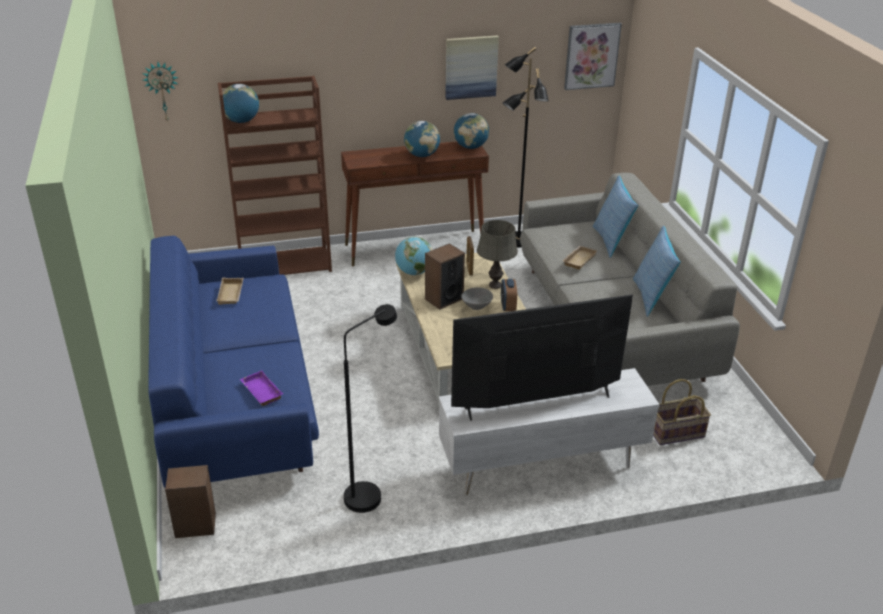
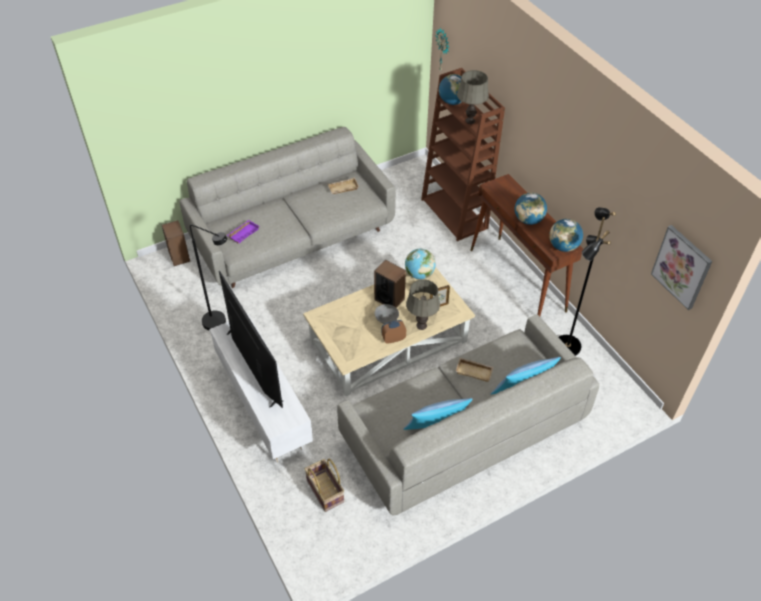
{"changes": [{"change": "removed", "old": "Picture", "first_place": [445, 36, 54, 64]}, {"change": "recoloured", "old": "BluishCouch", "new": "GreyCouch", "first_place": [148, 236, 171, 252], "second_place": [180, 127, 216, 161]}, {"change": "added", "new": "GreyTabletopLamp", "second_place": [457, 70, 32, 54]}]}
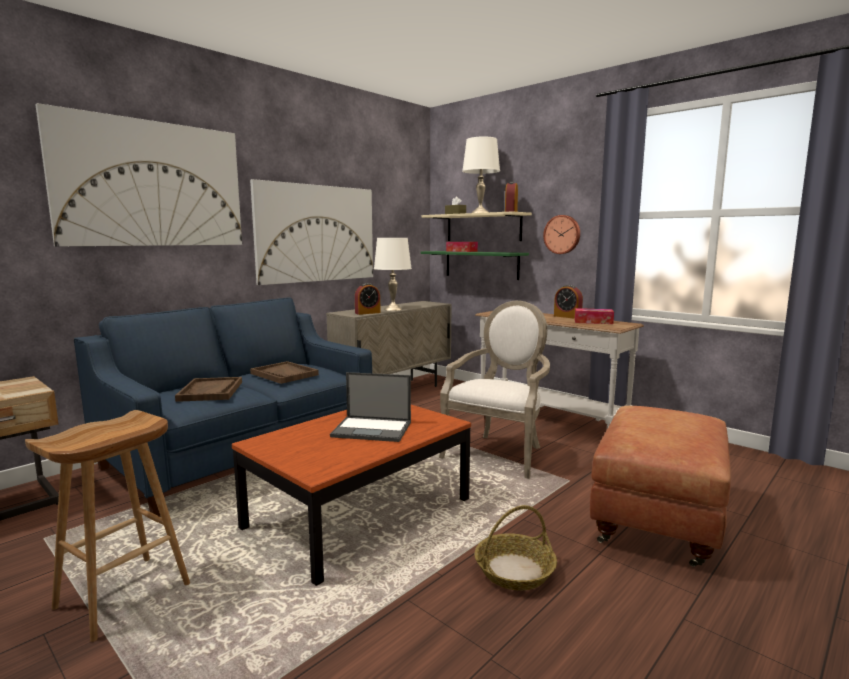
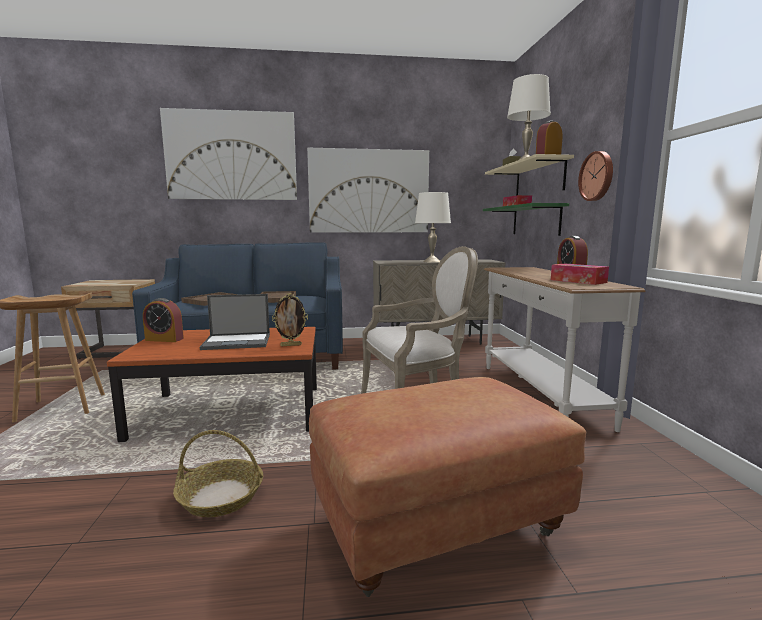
{"changes": [{"change": "moved", "old": "TableClock", "first_place": [355, 283, 26, 32], "second_place": [143, 298, 41, 44]}, {"change": "turned", "old": "PortableComputer", "first_place": [330, 372, 81, 70], "second_place": [200, 294, 70, 56], "degrees": -60}, {"change": "added", "new": "PhotoFrame", "second_place": [272, 293, 36, 53]}]}
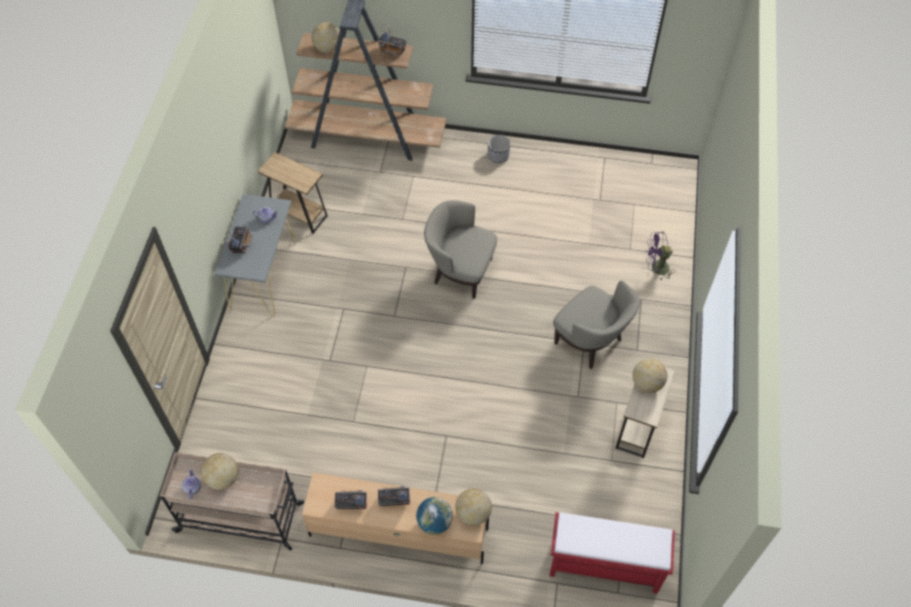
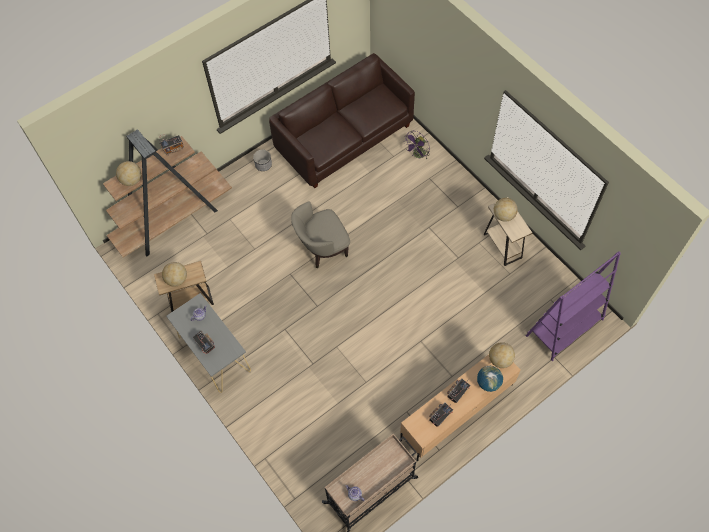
{"changes": [{"change": "removed", "old": "BeigeArmchair", "first_place": [553, 280, 87, 89]}, {"change": "moved", "old": "DeskGlobe", "first_place": [201, 453, 37, 37], "second_place": [162, 262, 25, 24]}, {"change": "replaced", "old": "RedLongSeat", "new": "PurplishShelvingUnit", "first_place": [550, 512, 125, 82], "second_place": [526, 252, 95, 109]}, {"change": "added", "new": "BrownColouredCouch", "second_place": [269, 53, 146, 135]}]}
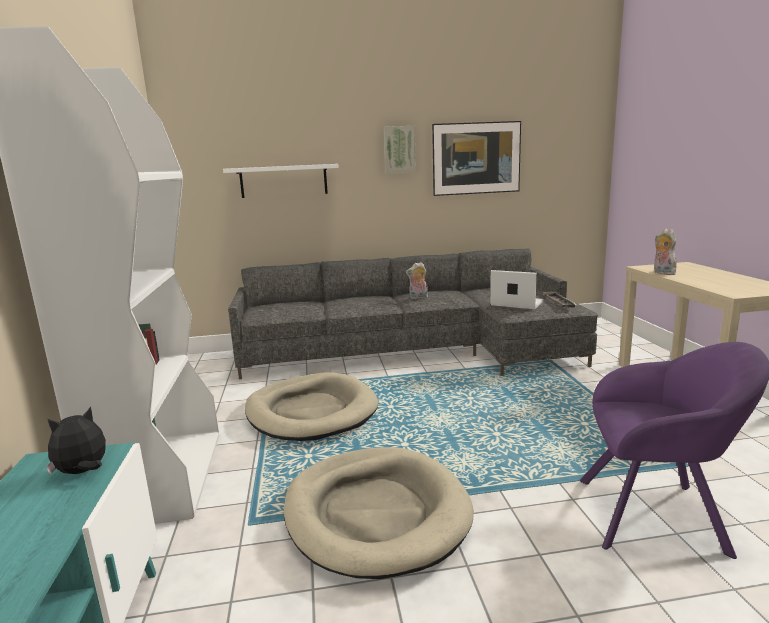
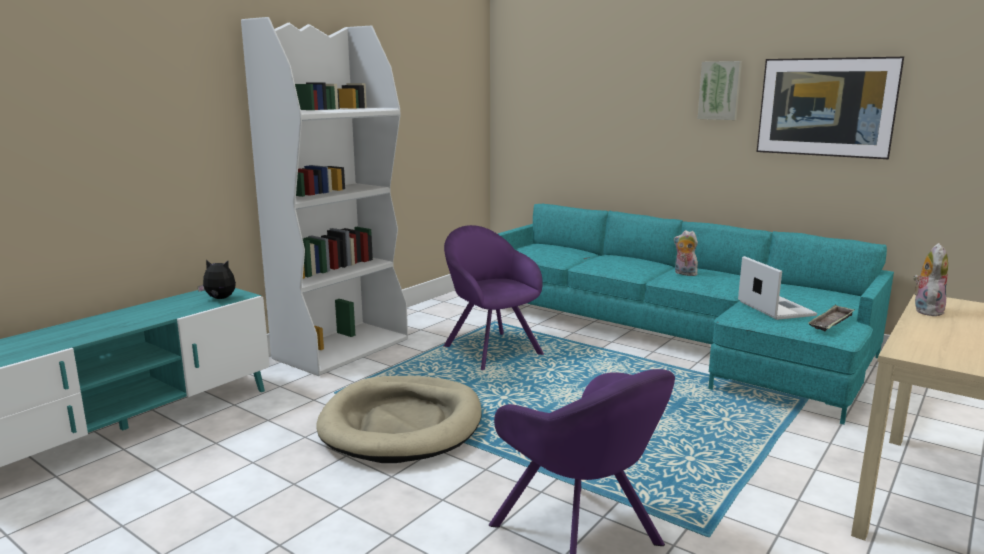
{"changes": [{"change": "removed", "old": "WhiteColouredShelf", "first_place": [223, 164, 116, 34]}, {"change": "recoloured", "old": "GreyCouch", "new": "TurquoiseColouredCouch", "first_place": [228, 248, 370, 131], "second_place": [498, 204, 396, 221]}, {"change": "replaced", "old": "BeigeDogCushion", "new": "PurplishArmchair", "first_place": [245, 372, 133, 69], "second_place": [444, 225, 100, 145]}]}
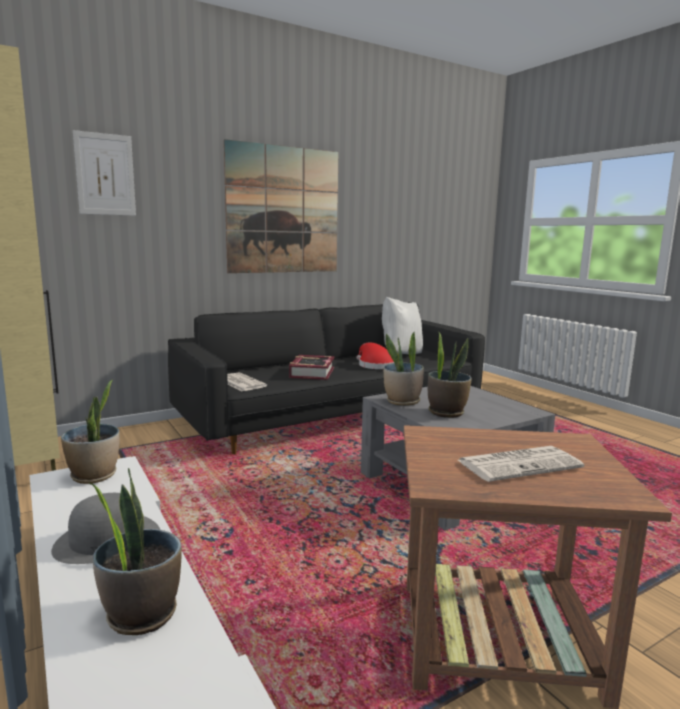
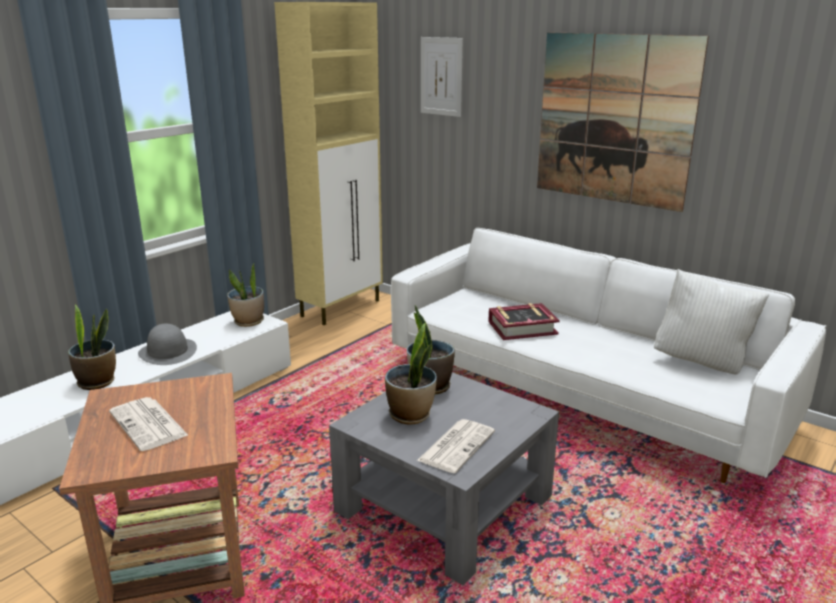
{"changes": [{"change": "recoloured", "old": "BlackColouredCouch", "new": "WhiteColouredCouch", "first_place": [168, 302, 317, 152], "second_place": [391, 228, 435, 255]}, {"change": "removed", "old": "RedWearableHat", "first_place": [357, 343, 37, 26]}, {"change": "moved", "old": "PrintedPaper", "first_place": [227, 373, 40, 19], "second_place": [417, 419, 78, 54]}]}
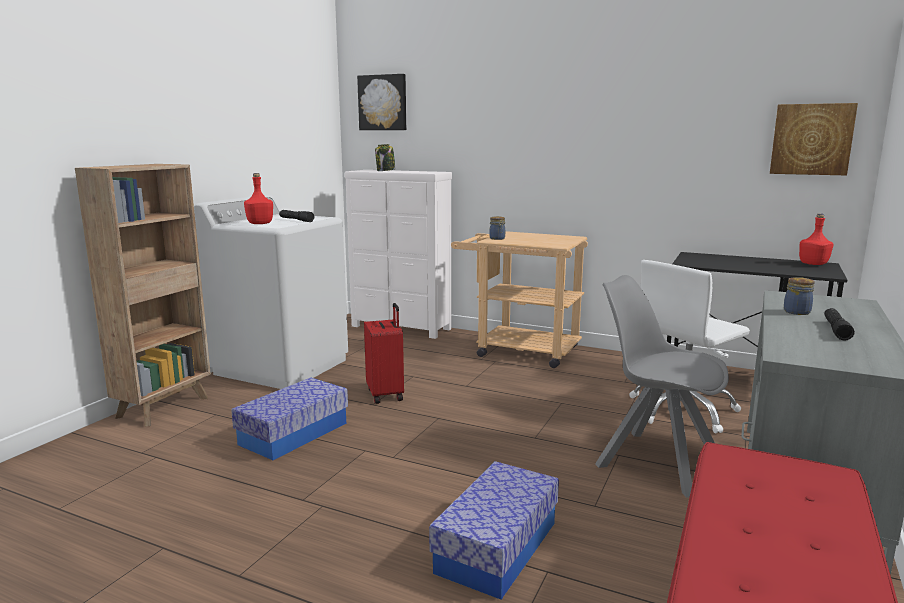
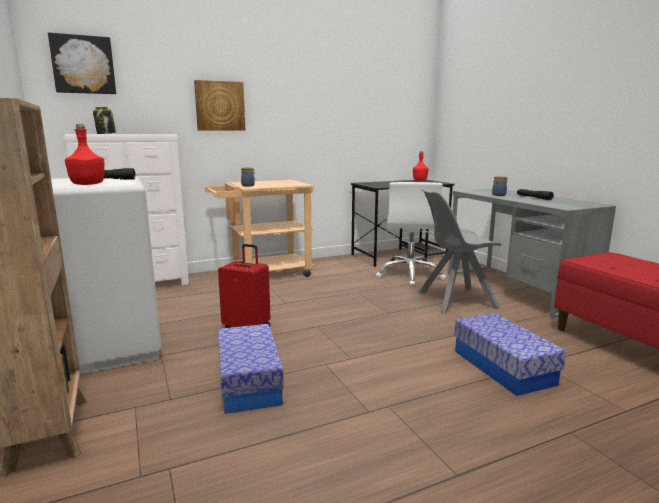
{"changes": [{"change": "moved", "old": "Picture", "first_place": [770, 103, 88, 72], "second_place": [194, 80, 51, 50]}]}
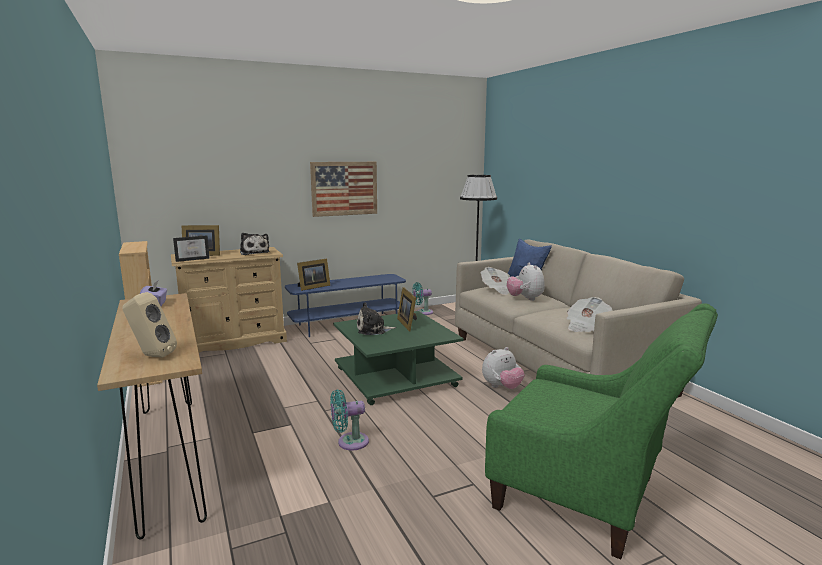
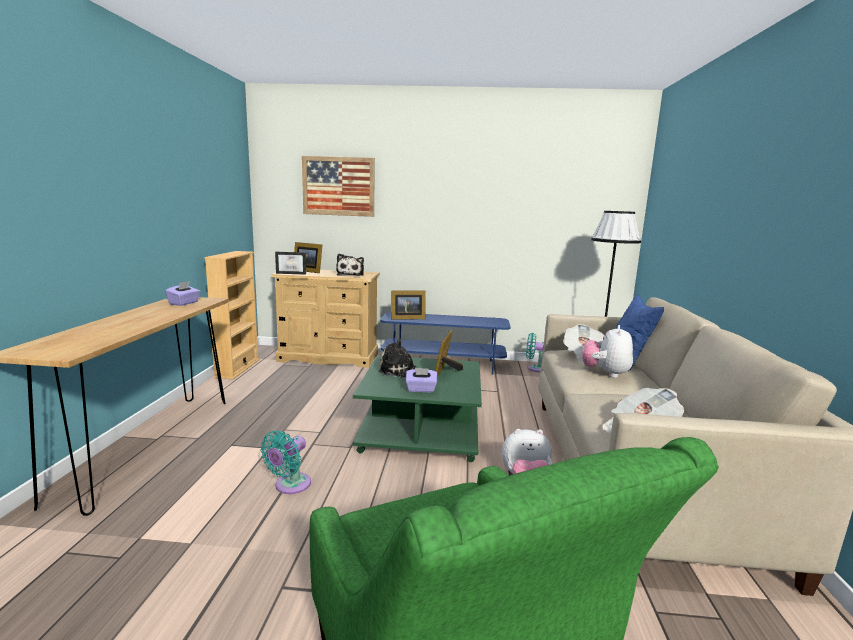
{"changes": [{"change": "moved", "old": "Picture", "first_place": [310, 162, 67, 55], "second_place": [302, 156, 73, 61]}, {"change": "removed", "old": "BeigeAudioSpeaker", "first_place": [122, 292, 55, 66]}, {"change": "turned", "old": "TurquoiseColouredElectricFan", "first_place": [330, 390, 39, 60], "second_place": [260, 430, 51, 64], "degrees": -75}, {"change": "added", "new": "PurplishTissueBox", "second_place": [406, 368, 31, 25]}]}
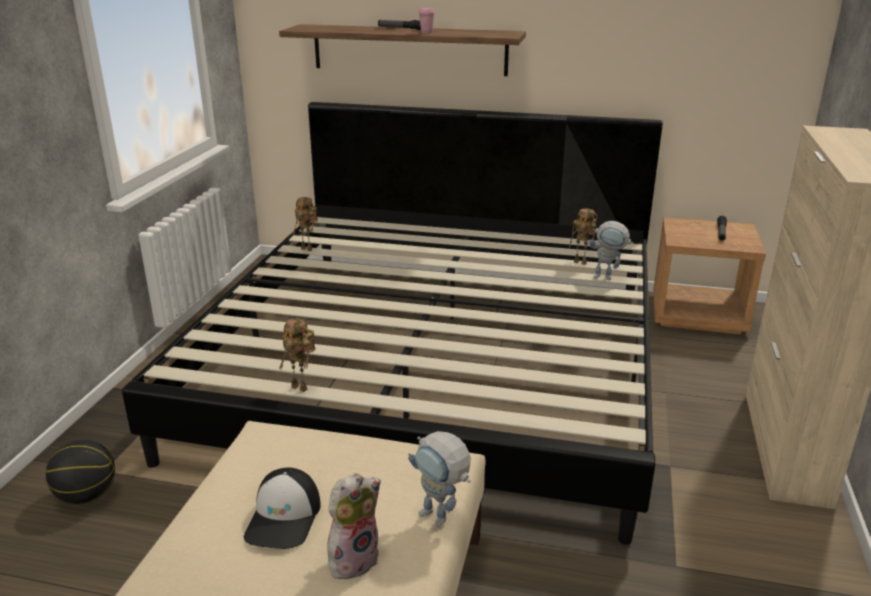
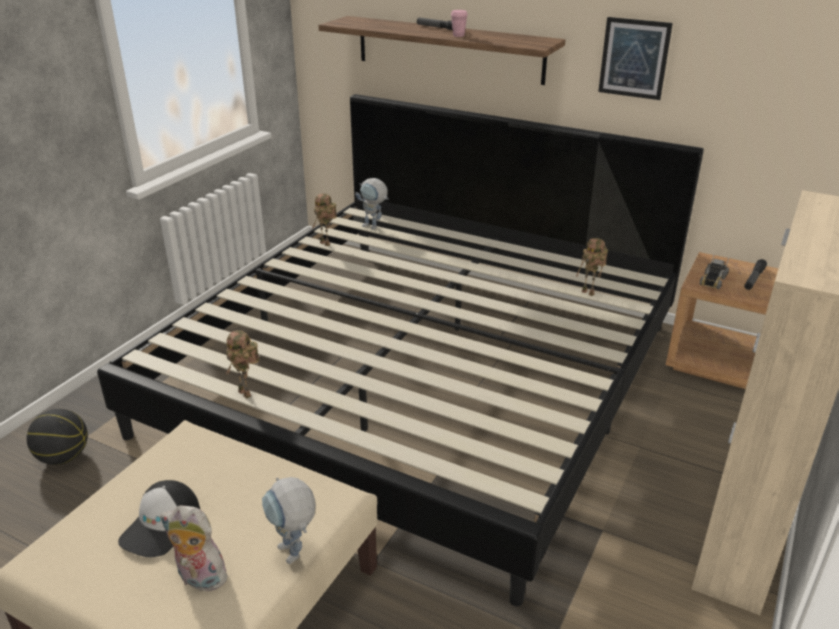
{"changes": [{"change": "moved", "old": "RobotFigure", "first_place": [589, 221, 44, 59], "second_place": [356, 178, 33, 52]}, {"change": "turned", "old": "SoftToy", "first_place": [327, 473, 54, 109], "second_place": [160, 505, 67, 86], "degrees": -135}, {"change": "added", "new": "Picture", "second_place": [598, 17, 75, 83]}, {"change": "added", "new": "ToyTruck", "second_place": [700, 255, 29, 34]}]}
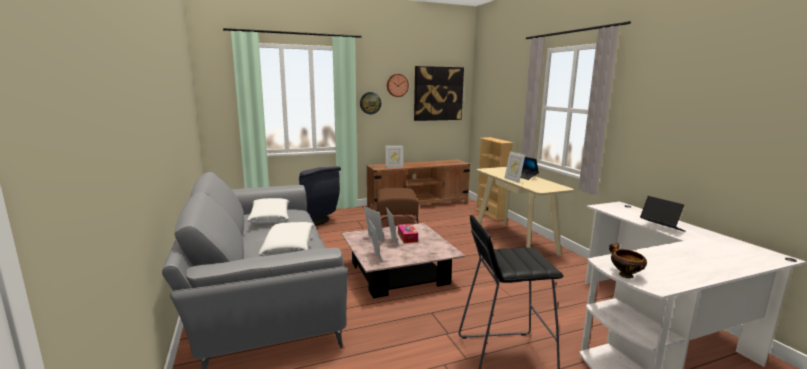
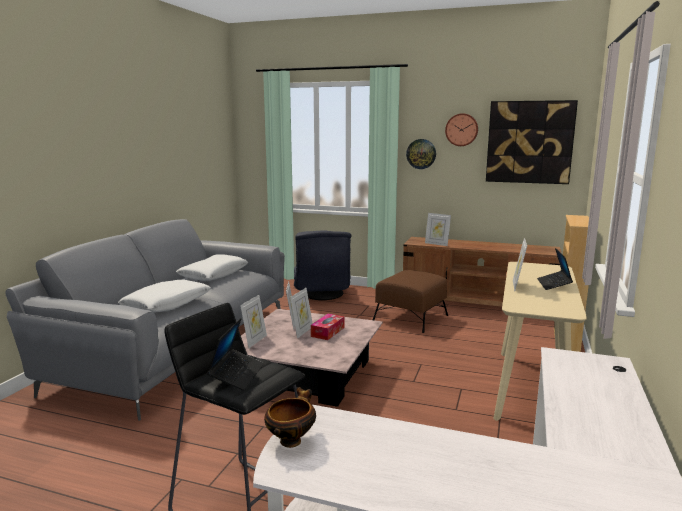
{"changes": [{"change": "moved", "old": "PortableComputer", "first_place": [640, 196, 46, 36], "second_place": [207, 318, 57, 73]}]}
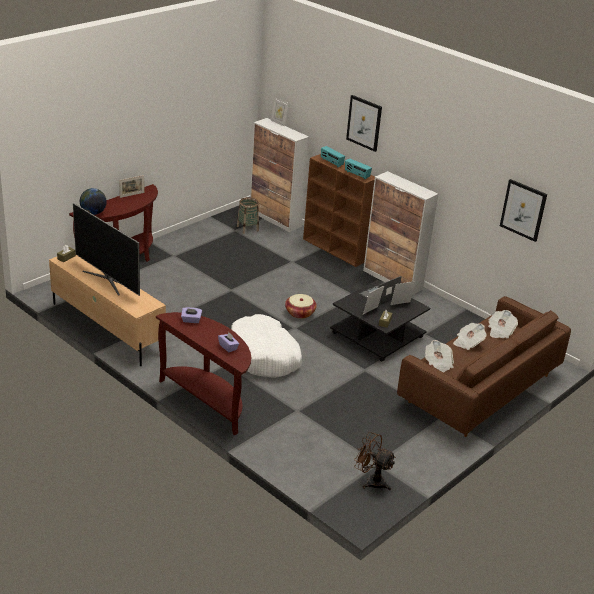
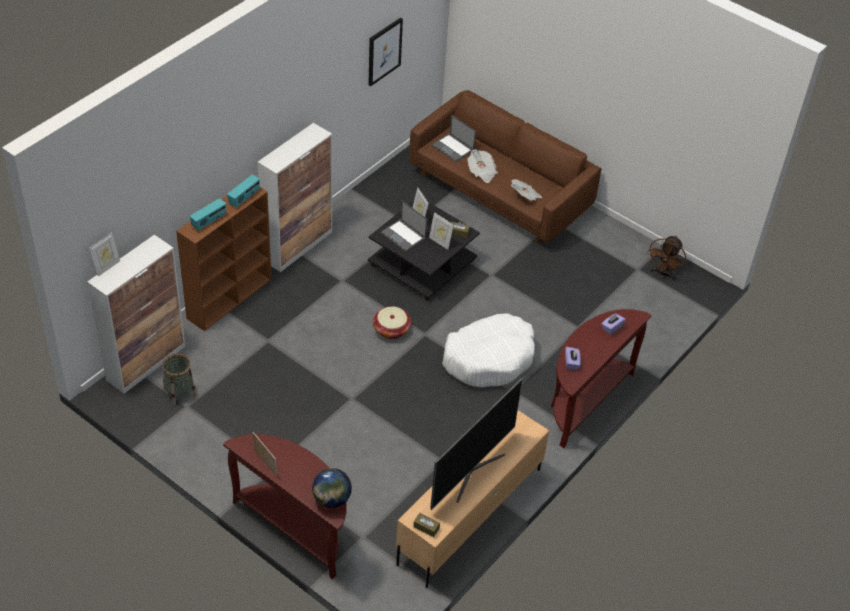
{"changes": [{"change": "removed", "old": "Picture", "first_place": [346, 95, 36, 57]}, {"change": "replaced", "old": "PrintedPaper", "new": "PortableComputer", "first_place": [488, 310, 30, 28], "second_place": [432, 115, 44, 47]}]}
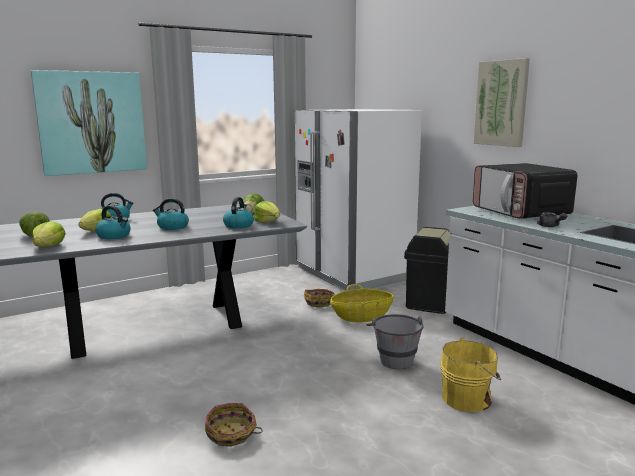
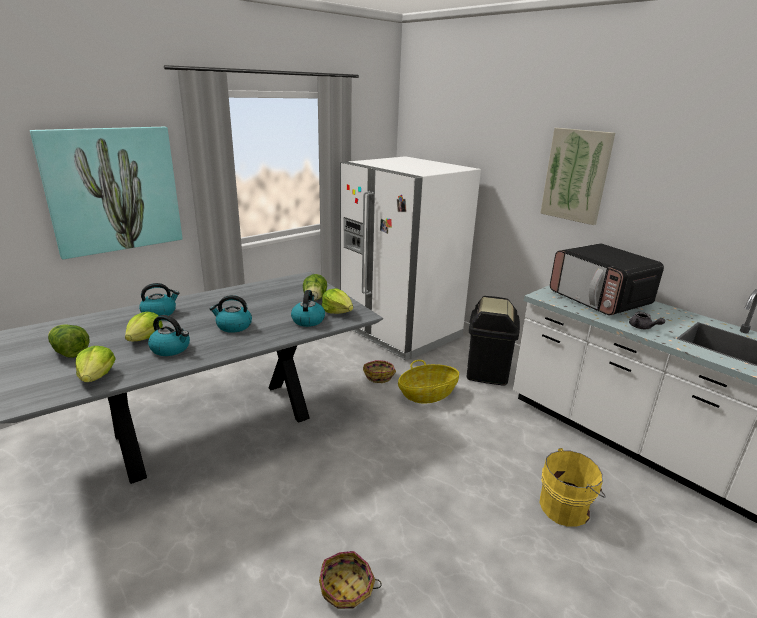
{"changes": [{"change": "removed", "old": "GreyBucket", "first_place": [366, 314, 58, 55]}]}
